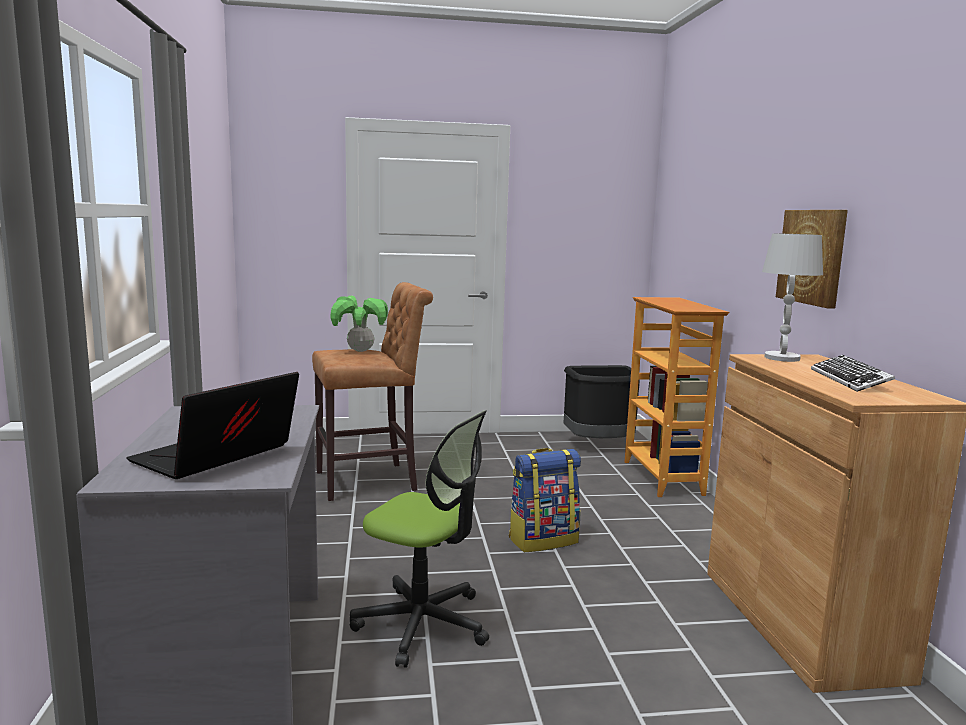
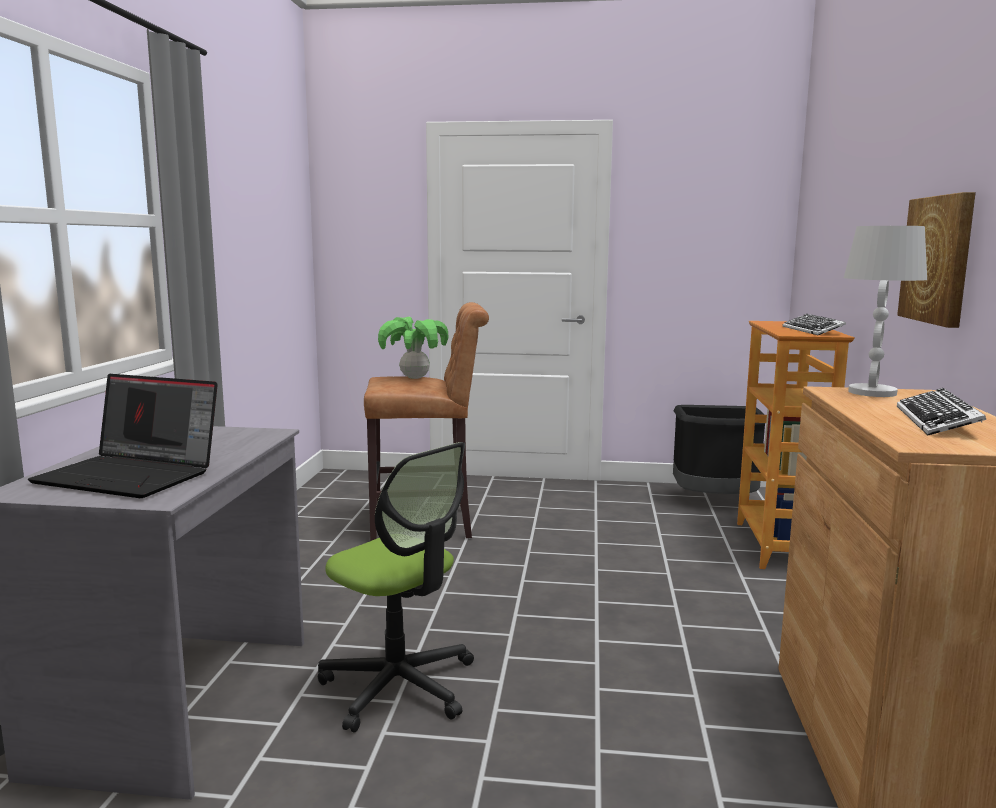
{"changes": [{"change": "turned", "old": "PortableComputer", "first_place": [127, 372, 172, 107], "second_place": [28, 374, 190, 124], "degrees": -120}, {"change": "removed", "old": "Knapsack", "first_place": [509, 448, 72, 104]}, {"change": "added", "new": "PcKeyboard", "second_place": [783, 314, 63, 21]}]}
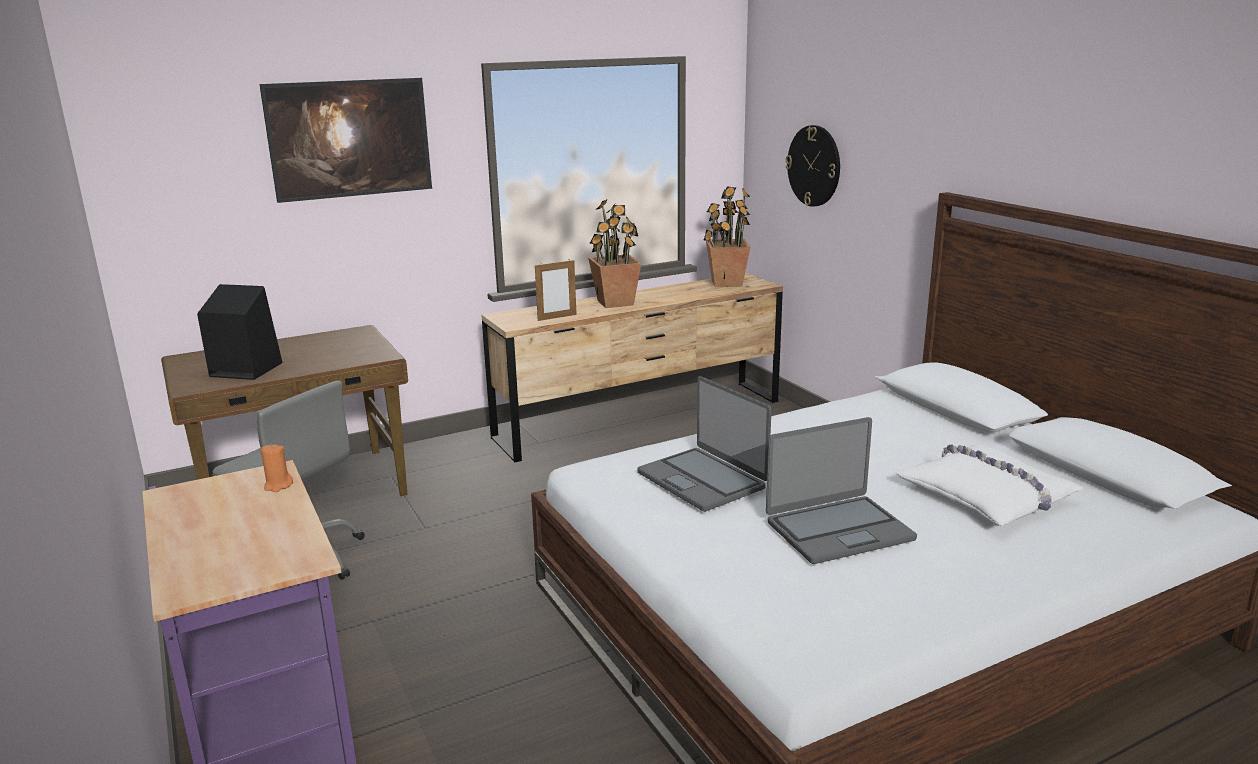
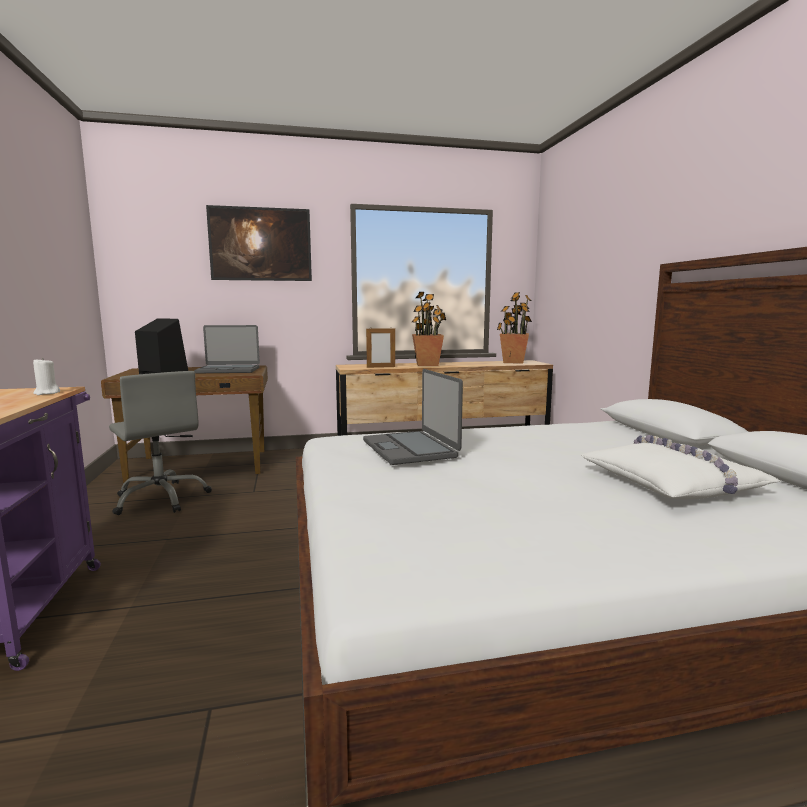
{"changes": [{"change": "removed", "old": "WallClock", "first_place": [785, 125, 55, 82]}, {"change": "moved", "old": "PortableComputer", "first_place": [766, 417, 151, 147], "second_place": [194, 325, 66, 48]}, {"change": "recoloured", "old": "OrangeColouredWaxLight", "new": "WhiteColouredWaxLight", "first_place": [261, 444, 32, 48], "second_place": [33, 357, 27, 38]}]}
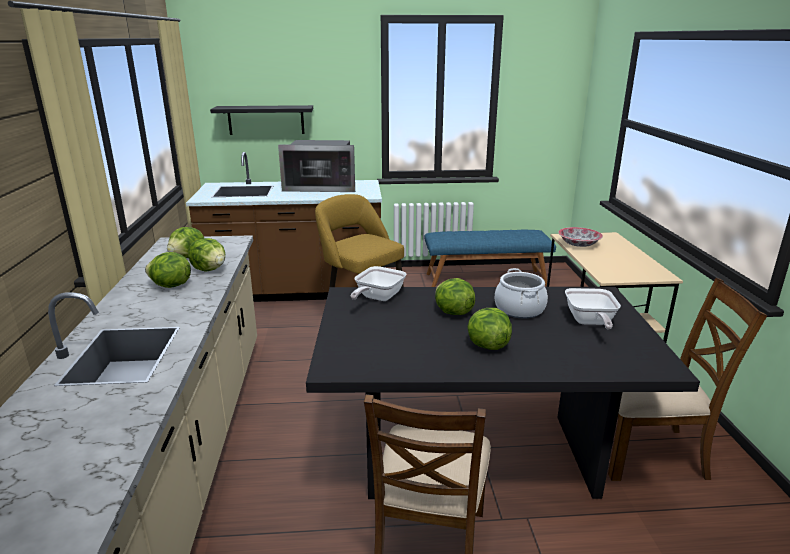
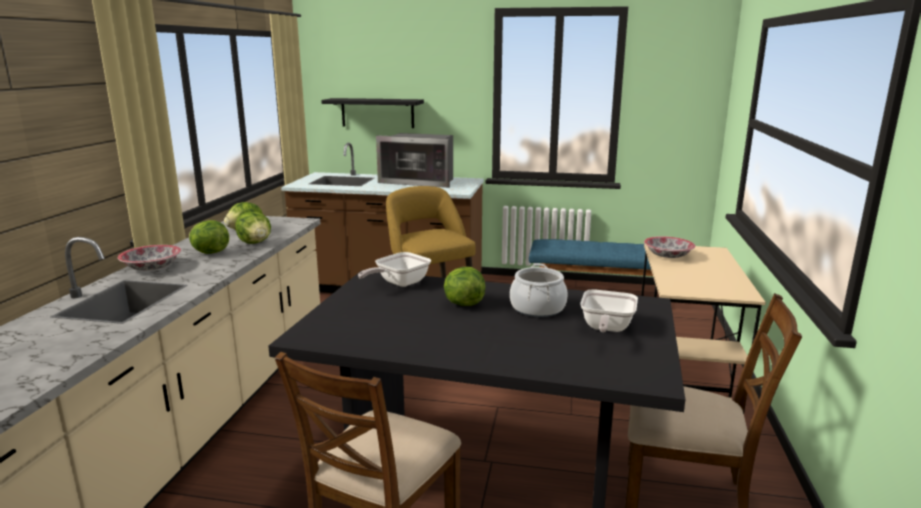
{"changes": [{"change": "removed", "old": "Lettuce", "first_place": [467, 308, 45, 42]}, {"change": "added", "new": "ServingBowl", "second_place": [118, 245, 63, 26]}]}
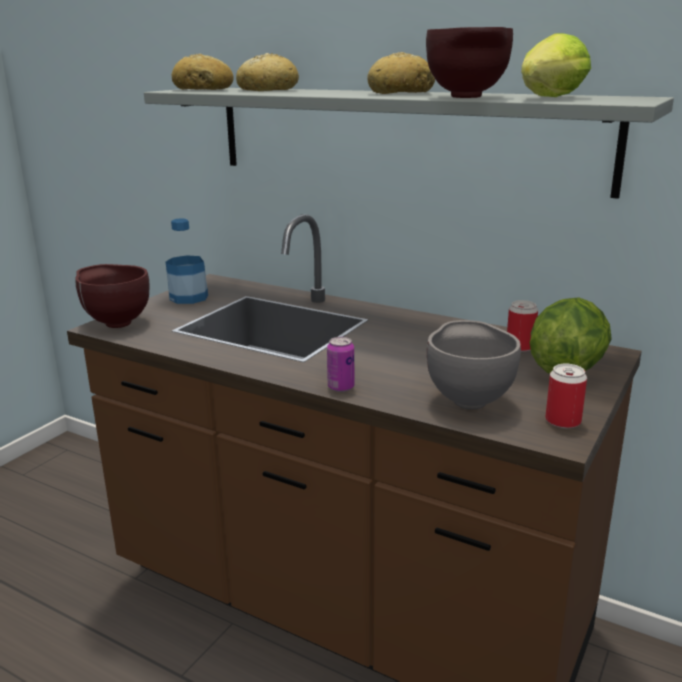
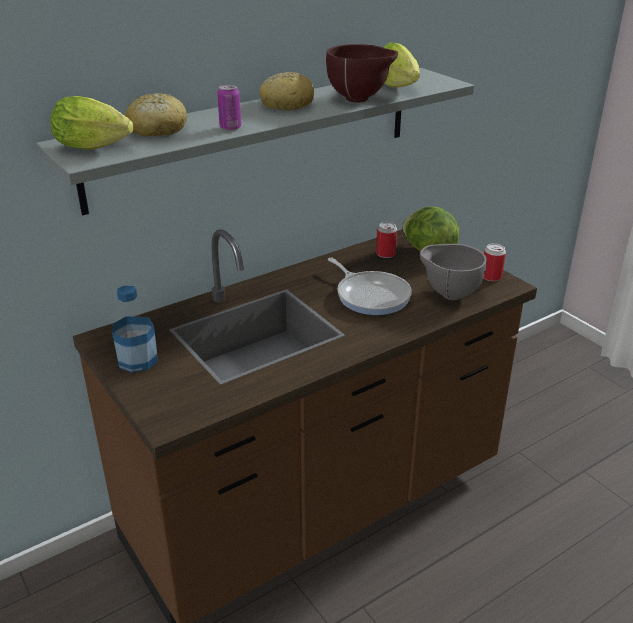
{"changes": [{"change": "replaced", "old": "BakeryBread", "new": "Lettuce", "first_place": [171, 54, 63, 36], "second_place": [50, 96, 83, 54]}, {"change": "removed", "old": "BrownColouredServingBowl", "first_place": [76, 264, 73, 64]}, {"change": "moved", "old": "Can", "first_place": [327, 337, 27, 55], "second_place": [217, 84, 24, 47]}, {"change": "added", "new": "Pan", "second_place": [328, 258, 84, 57]}]}
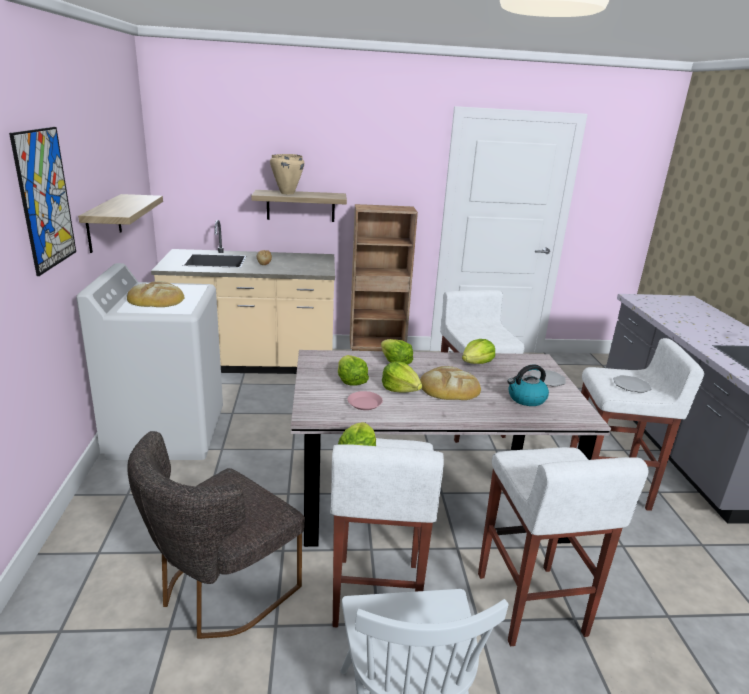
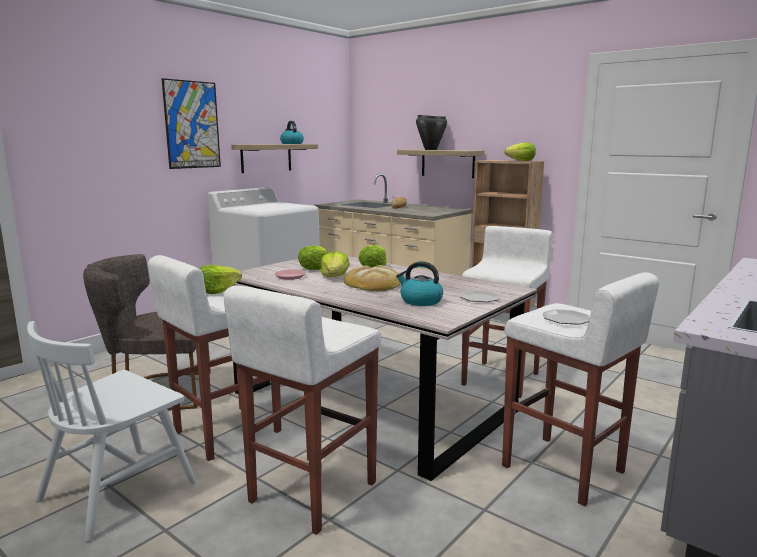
{"changes": [{"change": "recoloured", "old": "BeigeStockpot", "new": "BlackColouredStockpot", "first_place": [270, 154, 34, 40], "second_place": [416, 115, 31, 35]}, {"change": "removed", "old": "BakeryBread", "first_place": [127, 281, 58, 26]}, {"change": "moved", "old": "Lettuce", "first_place": [462, 339, 33, 25], "second_place": [504, 142, 32, 19]}, {"change": "added", "new": "Kettle", "second_place": [280, 121, 24, 23]}]}
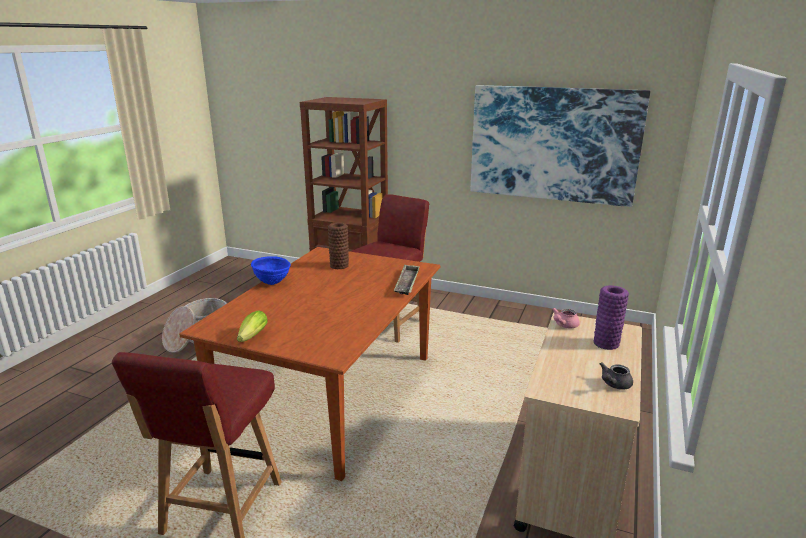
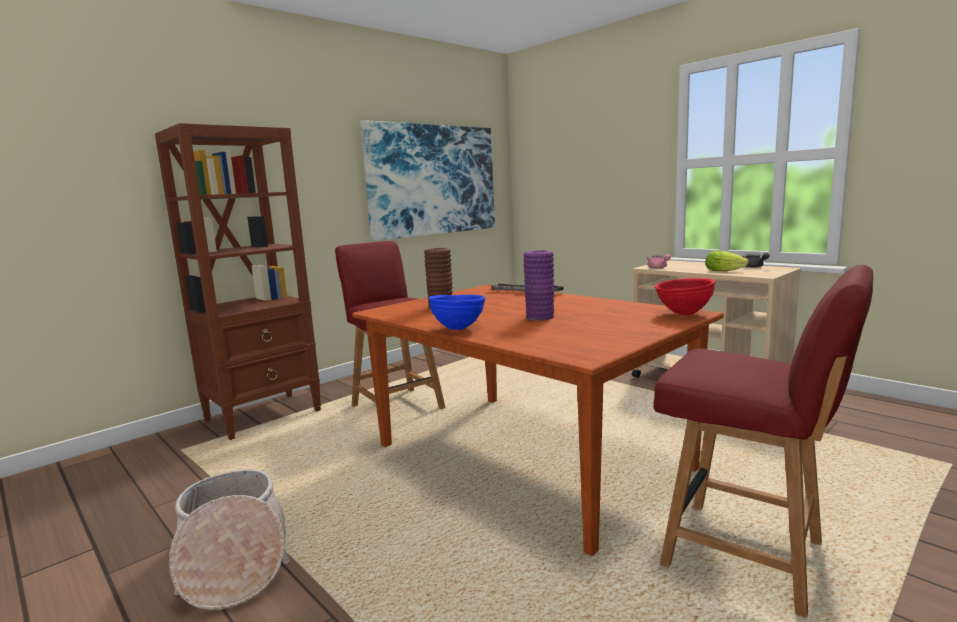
{"changes": [{"change": "moved", "old": "PurplishFlowerVase", "first_place": [594, 285, 35, 65], "second_place": [523, 250, 31, 71]}, {"change": "moved", "old": "Lettuce", "first_place": [237, 310, 31, 32], "second_place": [705, 250, 44, 21]}, {"change": "added", "new": "RedServingBowl", "second_place": [655, 278, 60, 37]}]}
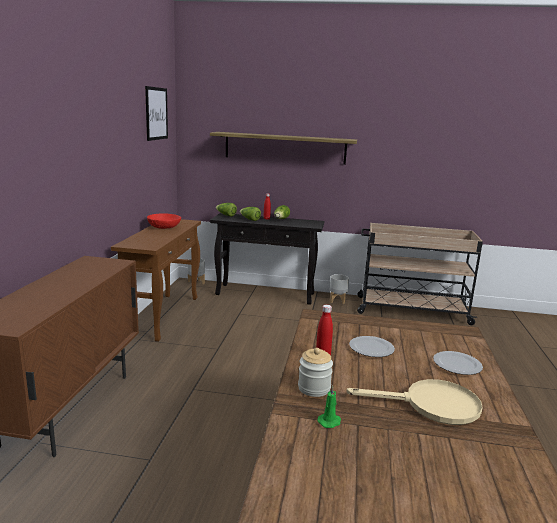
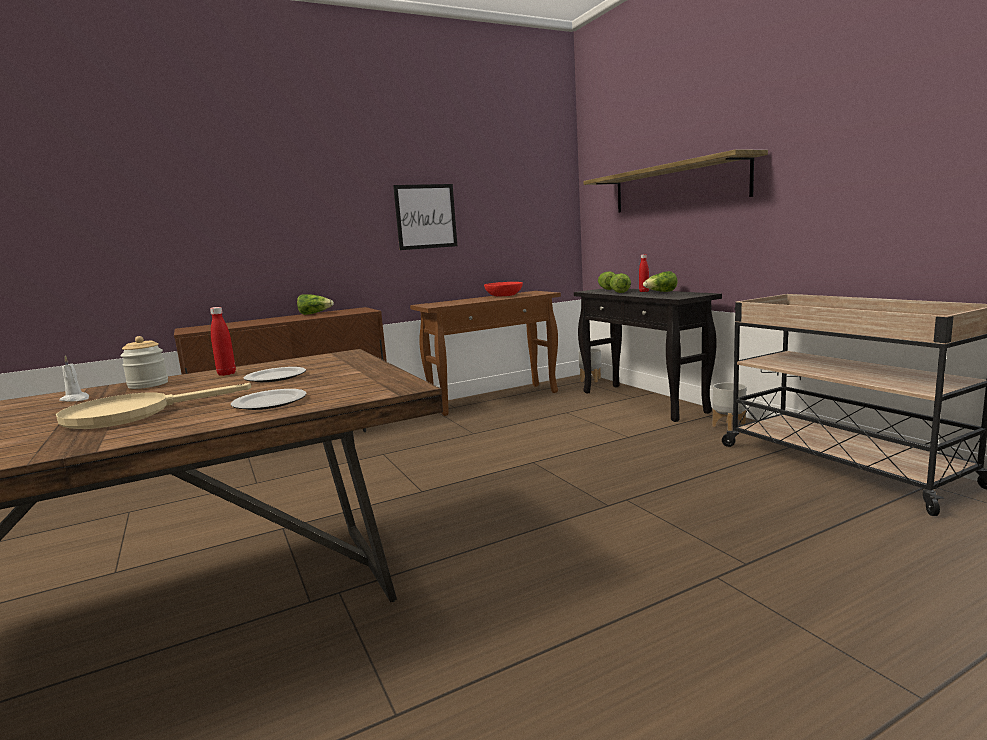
{"changes": [{"change": "moved", "old": "Picture", "first_place": [145, 86, 23, 55], "second_place": [393, 184, 64, 66]}, {"change": "turned", "old": "BeigePan", "first_place": [346, 379, 137, 46], "second_place": [56, 383, 195, 46], "degrees": 90}, {"change": "recoloured", "old": "GreenWaxLight", "new": "WhiteColouredWaxLight", "first_place": [318, 385, 23, 43], "second_place": [59, 356, 30, 46]}, {"change": "added", "new": "Lettuce", "second_place": [297, 294, 37, 21]}]}
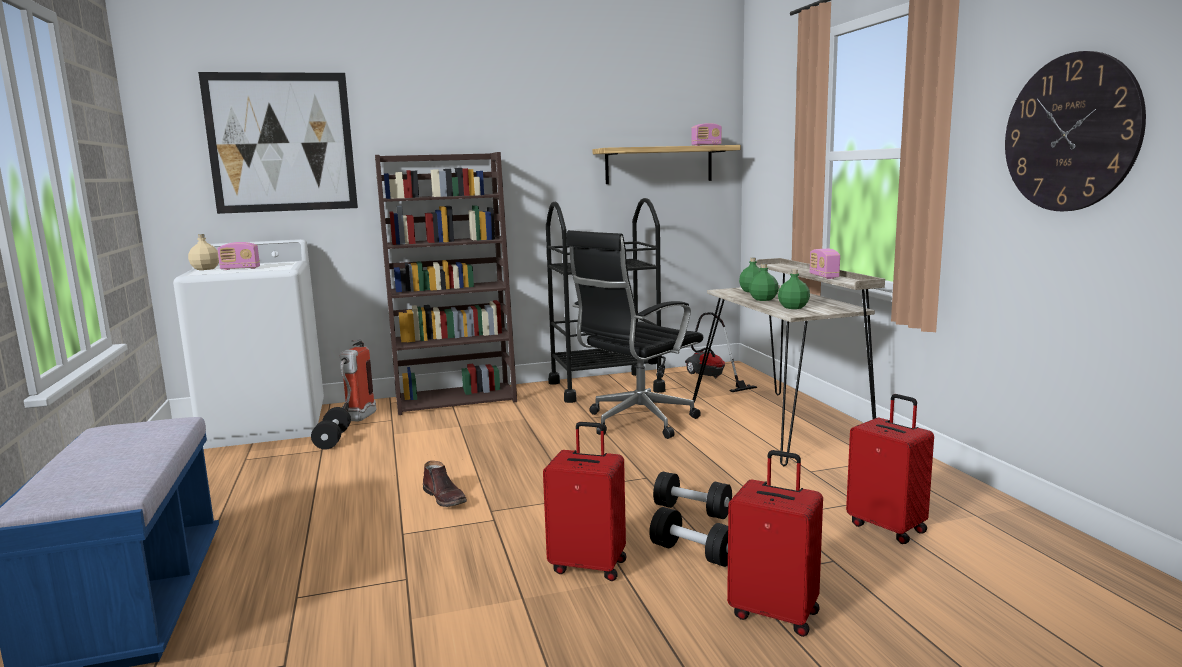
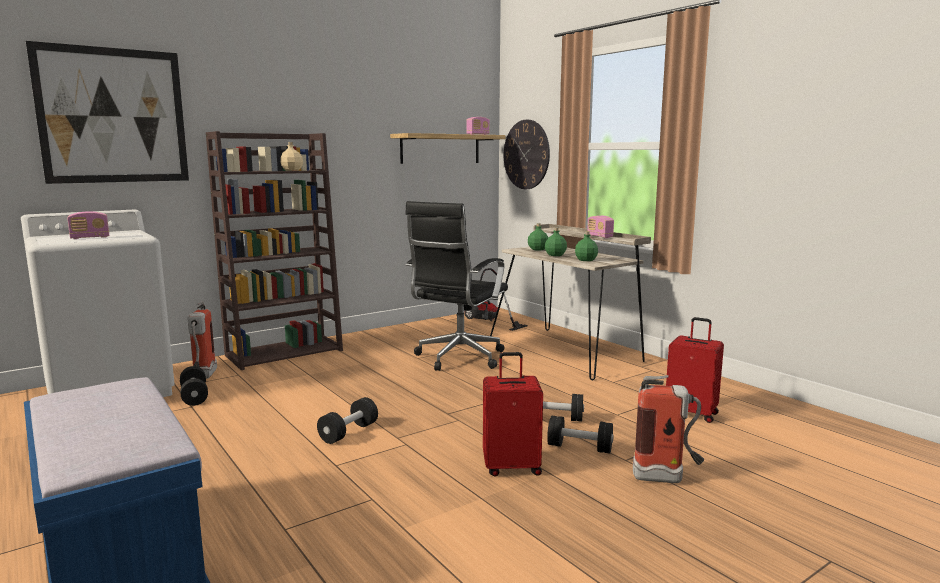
{"changes": [{"change": "moved", "old": "WallClock", "first_place": [1005, 51, 141, 160], "second_place": [504, 120, 46, 69]}, {"change": "removed", "old": "BlackColouredTrolley", "first_place": [546, 198, 119, 205]}, {"change": "moved", "old": "BeigeDrinkBottle", "first_place": [188, 234, 31, 36], "second_place": [280, 142, 23, 29]}, {"change": "replaced", "old": "RedTravelCase", "new": "Extinguisher", "first_place": [727, 450, 96, 187], "second_place": [633, 375, 71, 108]}, {"change": "replaced", "old": "BrownColouredTallBoot", "new": "BlackColouredDumbbell", "first_place": [423, 461, 44, 46], "second_place": [317, 397, 61, 47]}]}
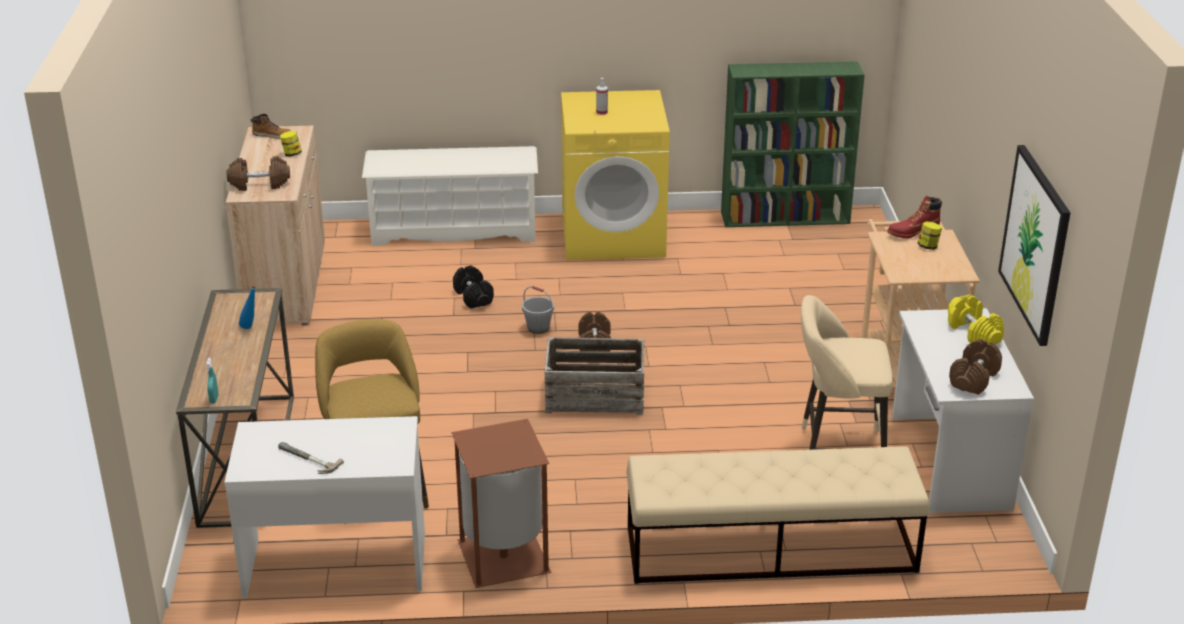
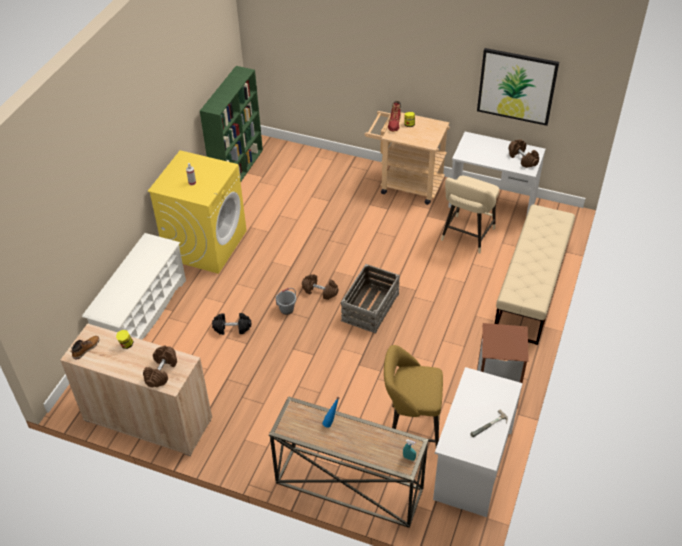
{"changes": [{"change": "removed", "old": "YellowishDumbbell", "first_place": [948, 295, 56, 50]}]}
